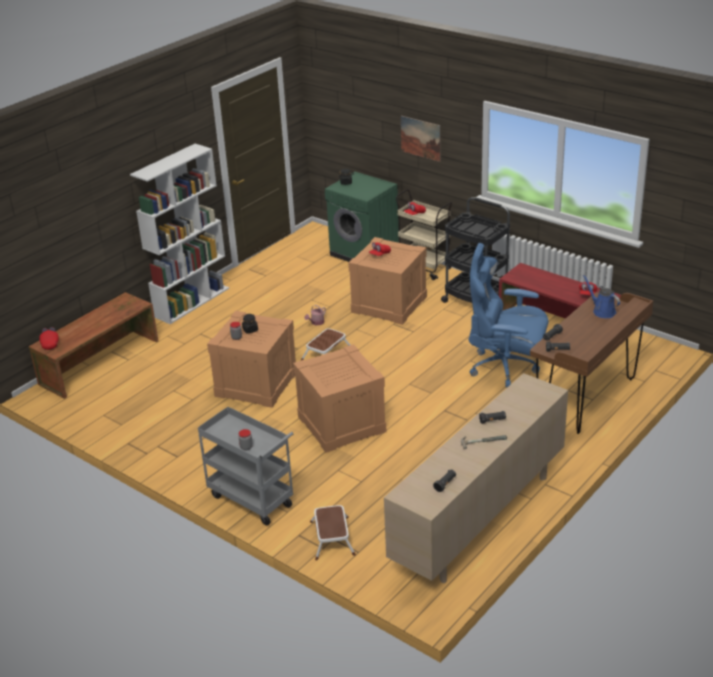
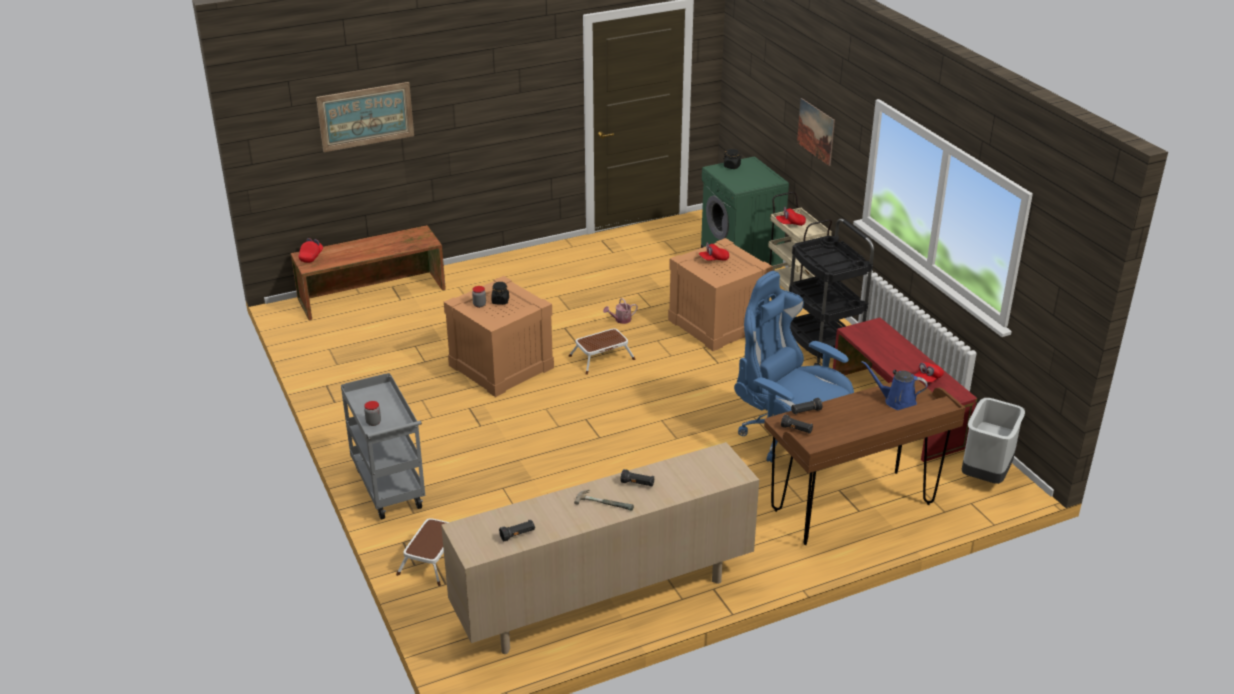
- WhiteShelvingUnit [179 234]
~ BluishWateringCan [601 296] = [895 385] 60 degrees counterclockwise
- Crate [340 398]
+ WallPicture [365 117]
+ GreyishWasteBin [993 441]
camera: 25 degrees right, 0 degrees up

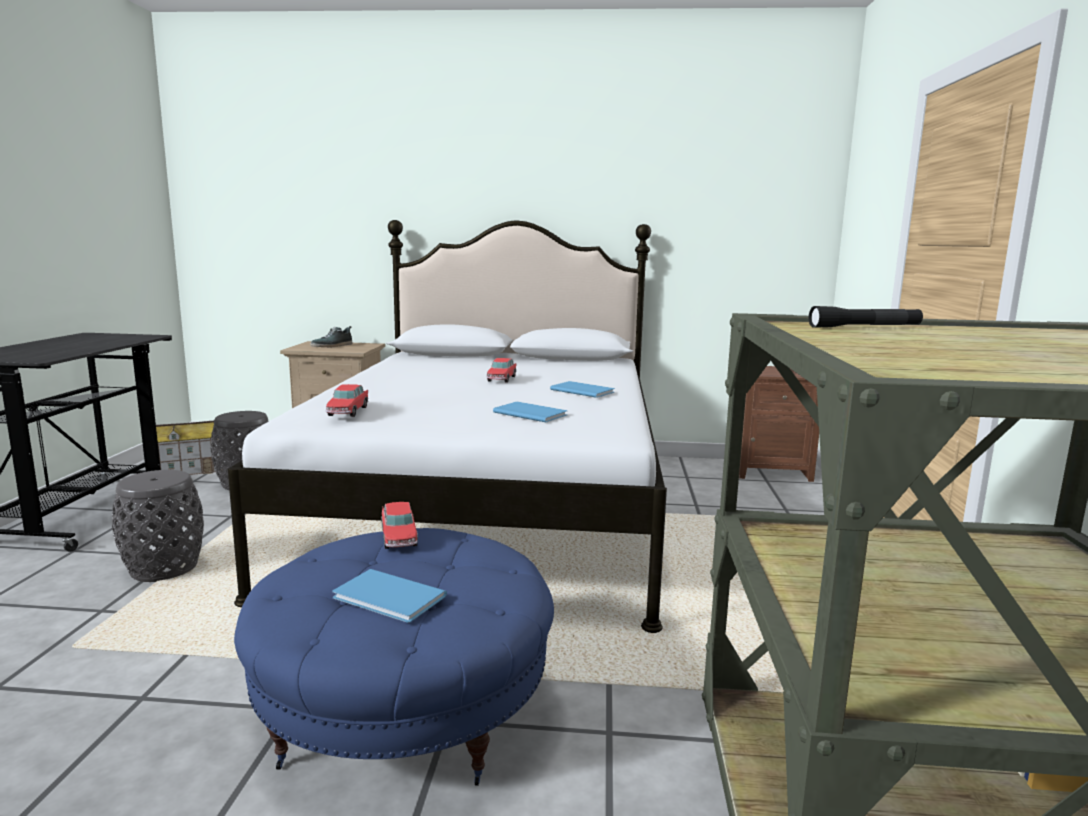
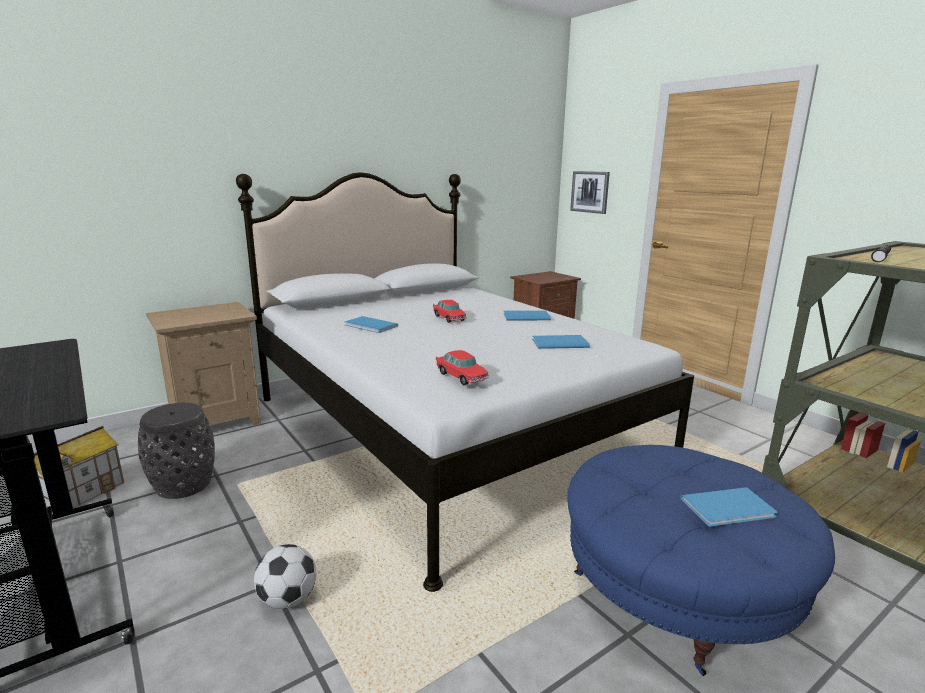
- Shoe [331 336]
~ GreyishStool [158 526] to Football [285 576]
- MiniatureCar [399 525]
+ WallPicture [590 192]
+ BluishBook [371 324]
camera: 40 degrees left, 5 degrees up

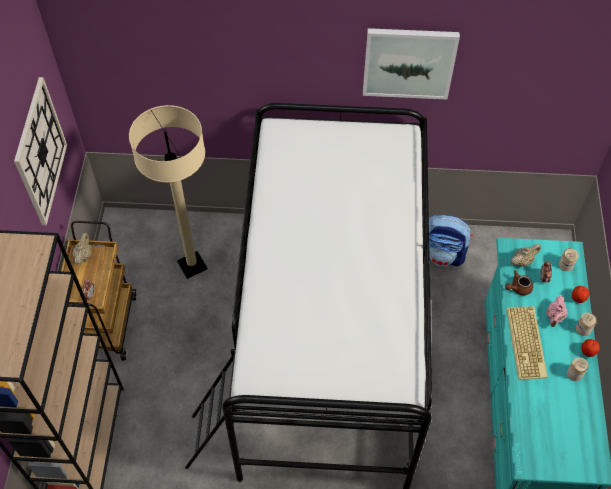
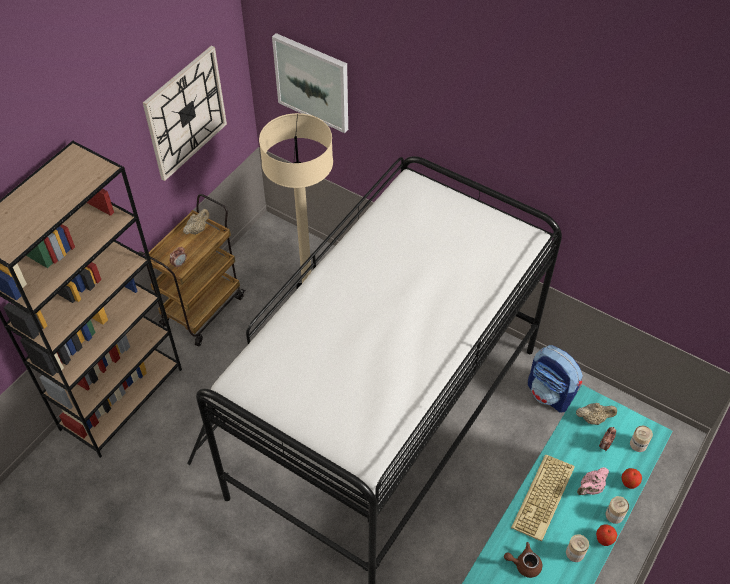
~ WallPicture [411 63] to [310 83]
~ BrownTeaPot [519 282] to [523 560]
camera: 30 degrees right, 5 degrees down

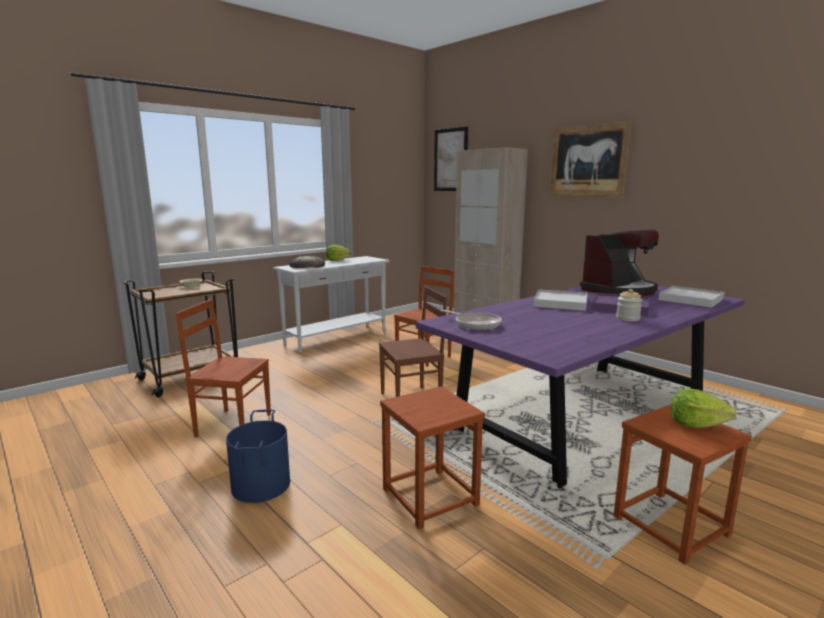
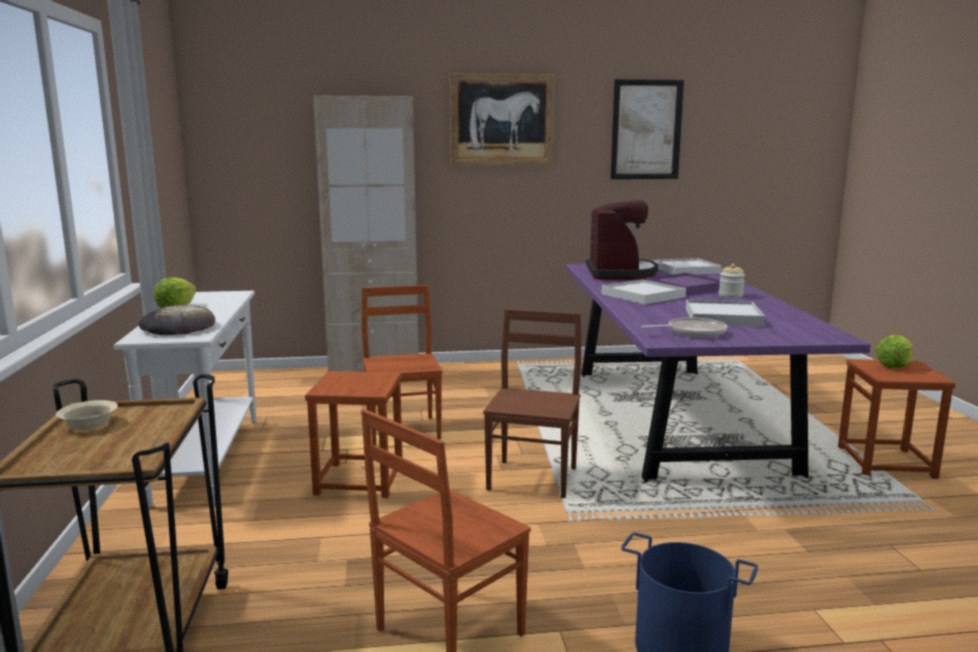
~ WallPicture [451 158] to [647 129]
~ BrownStool [432 457] to [354 434]
+ WhiteCarryingTray [725 313]
camera: 55 degrees left, 0 degrees up

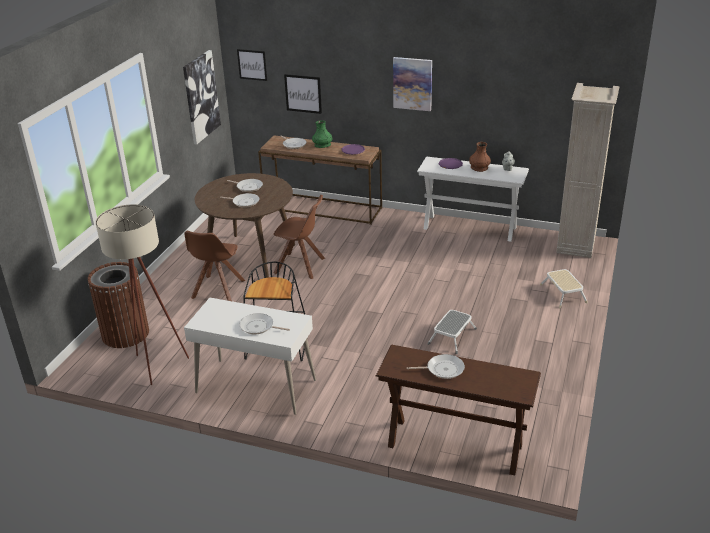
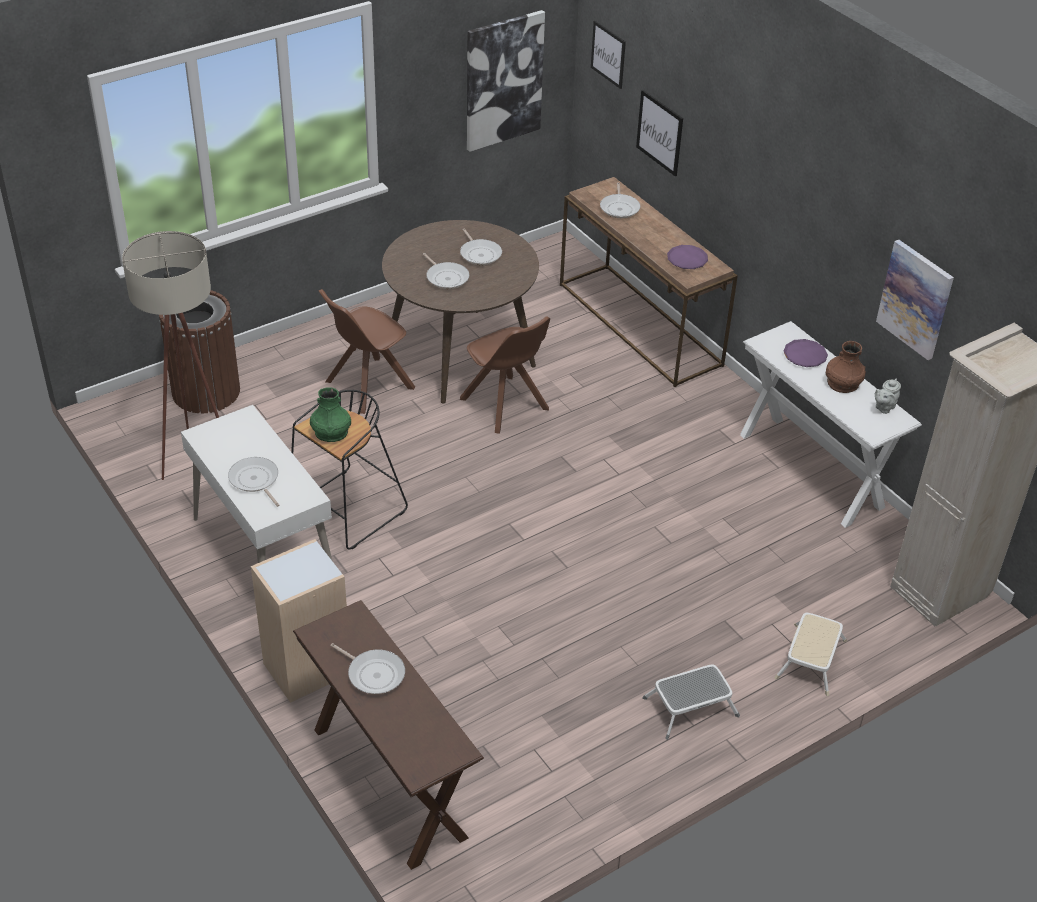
~ WallPicture [412 84] to [915 300]
~ GreenishFlowerVase [322 134] to [330 414]
~ GreyishStepLadder [452 332] to [691 702]
+ ShelvingUnit [299 621]
camera: 35 degrees right, 10 degrees up

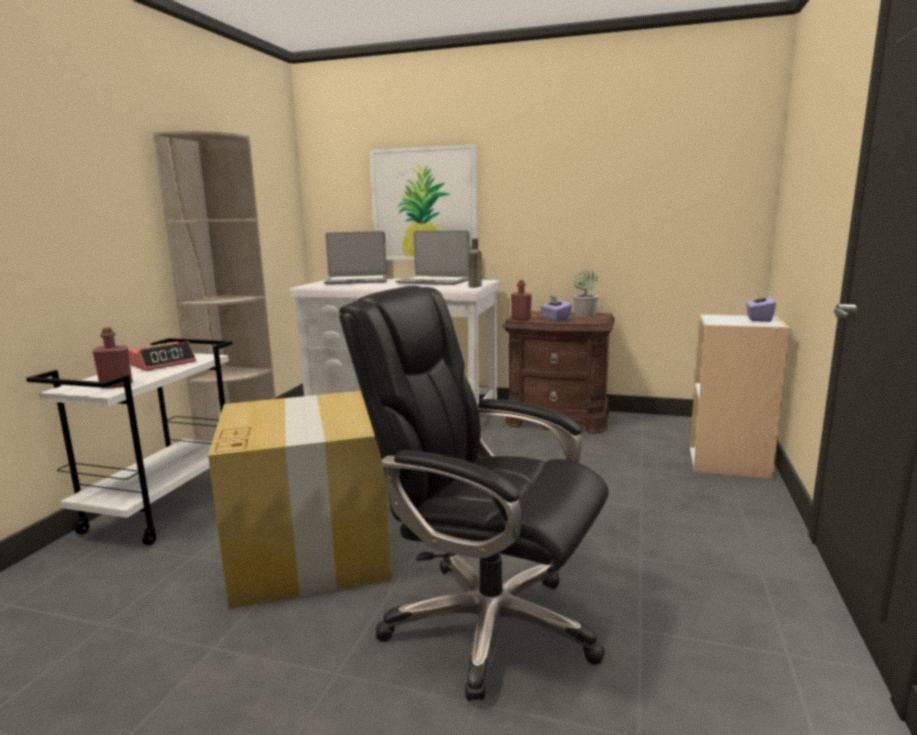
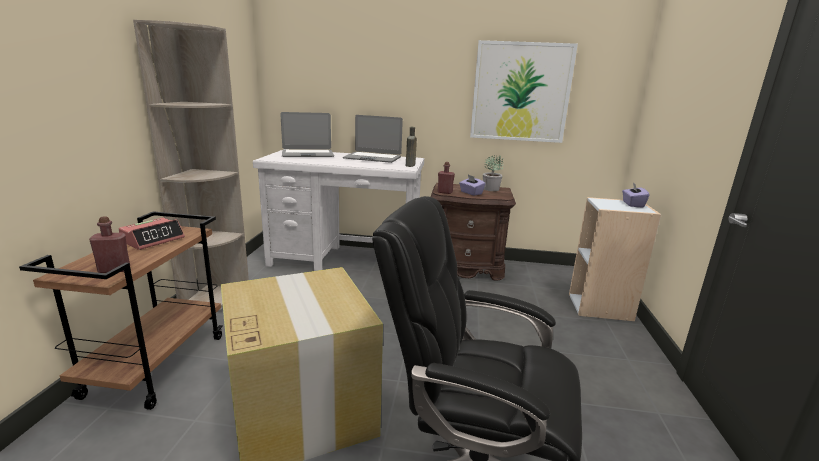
~ WallPicture [424 202] to [524 91]
~ WhiteTrolley [129 441] to BrownTrolley [121 310]
camera: 10 degrees left, 5 degrees up

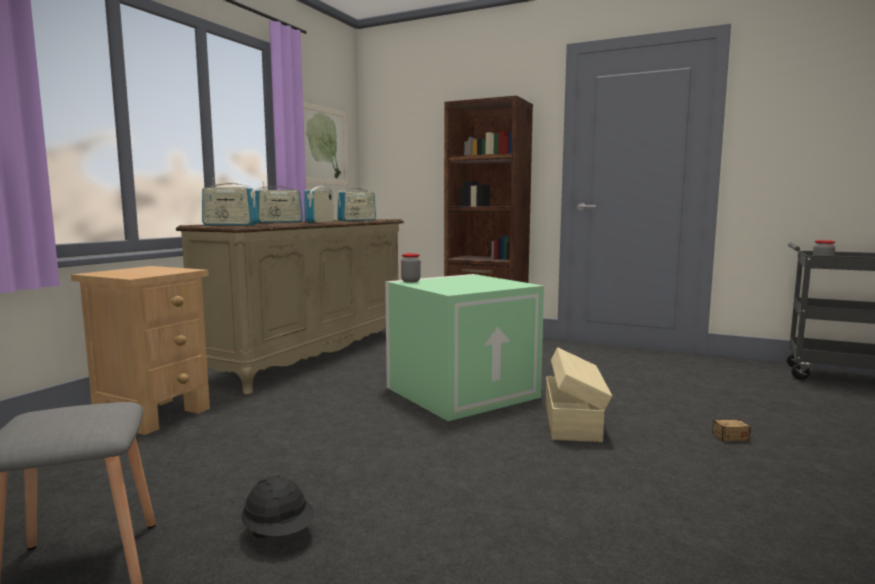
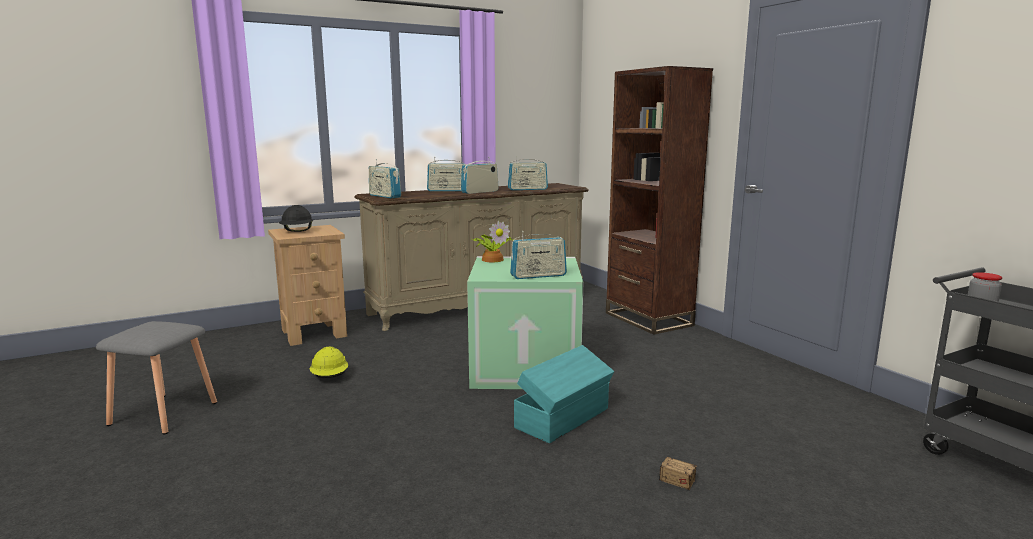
- WallPicture [325 143]
~ PreserveJar [410 268] to Houseplant [492 241]
~ SandColouredStorageBox [579 394] to TurquoiseStorageBox [564 394]
~ BlackColouredSafetyHelmet [277 507] to [296 218]
+ RadioReceiver [538 255]
+ YellowishSafetyHelmet [329 362]
camera: 35 degrees right, 5 degrees up

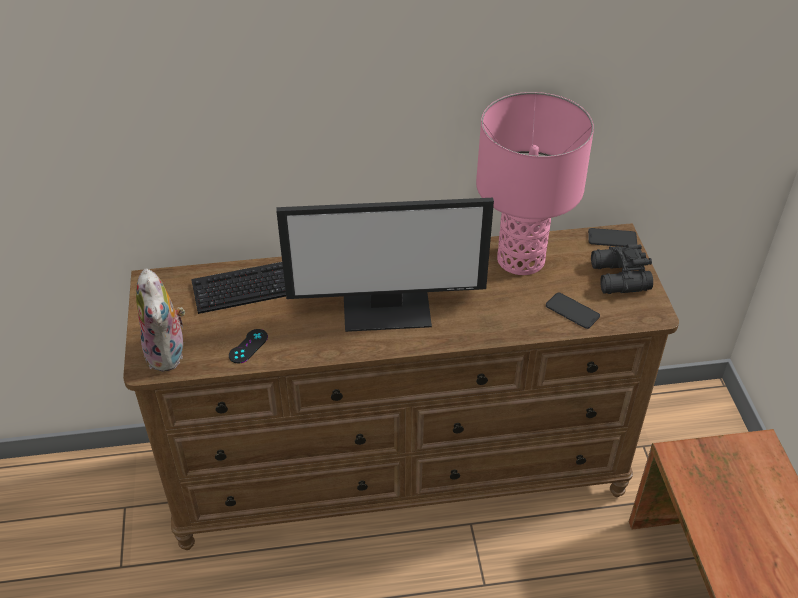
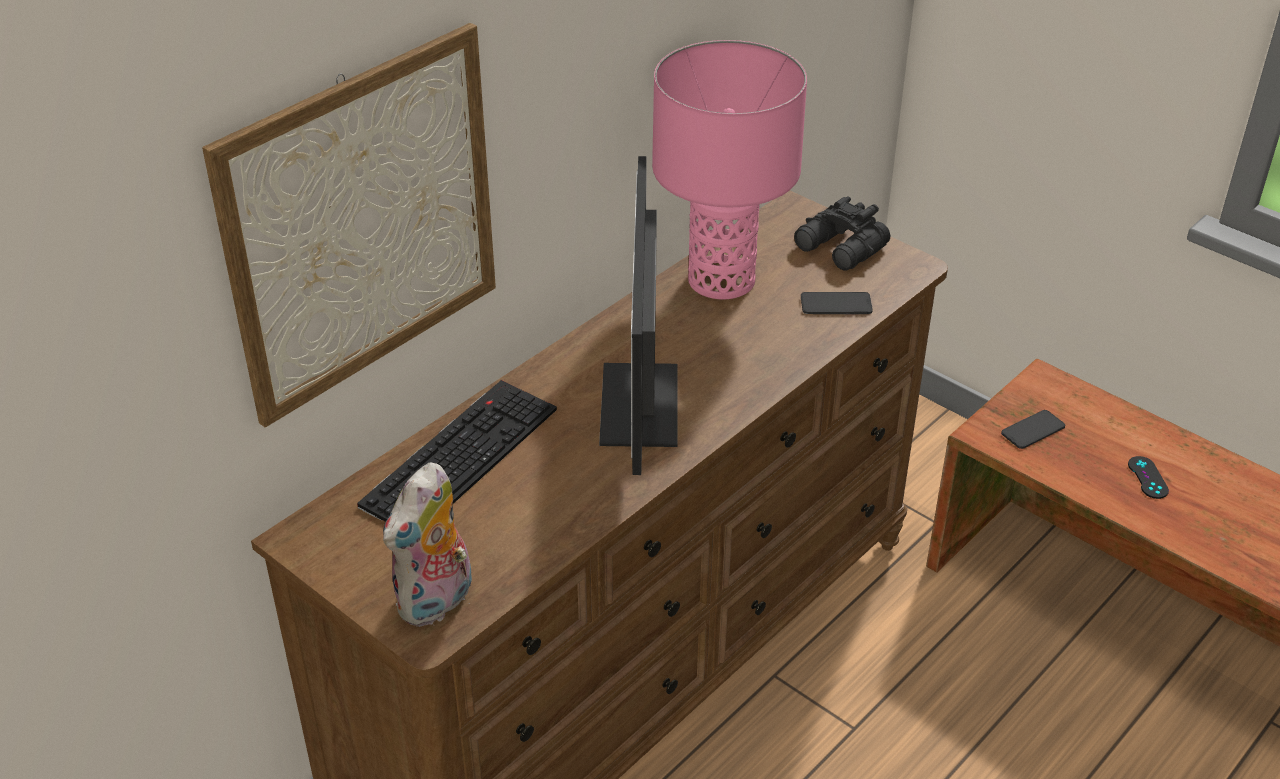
~ ComputerScreen [385 265] = [638 315] 135 degrees clockwise
~ Telephone [612 237] to [1033 429]
~ SoftToy [160 320] = [427 544] 90 degrees clockwise
~ BlackColouredGamepad [248 346] to [1148 477]
+ WallPicture [349 225]
camera: 40 degrees left, 5 degrees down

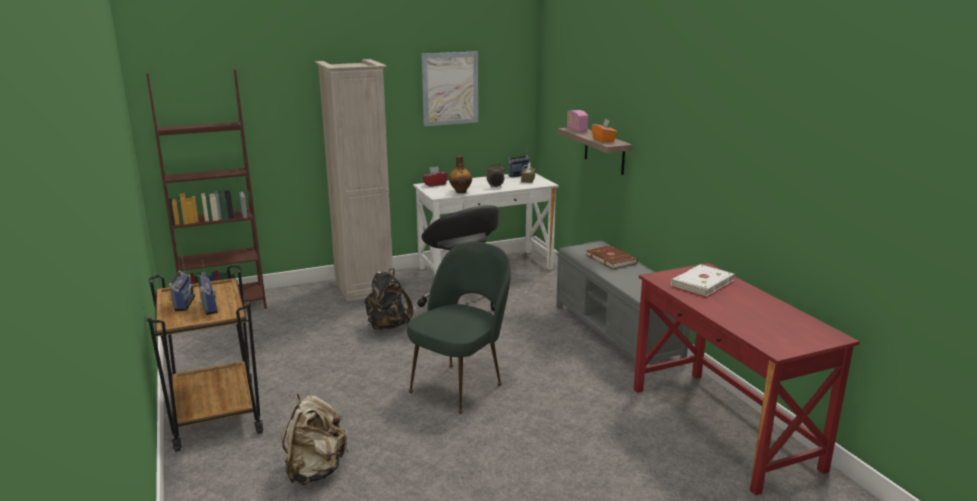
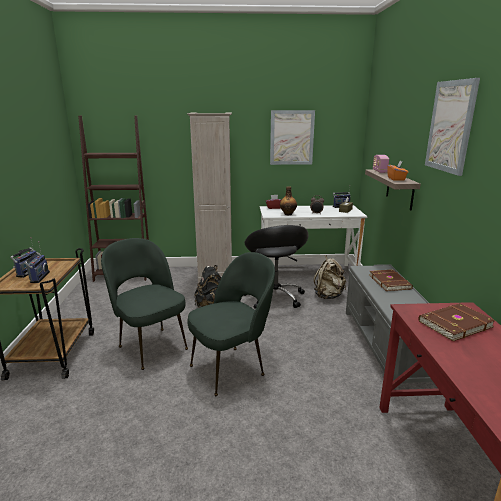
~ WhiteBook [702 280] to BrownBook [457 322]
~ SandColouredBackpack [314 439] to [330 277]
+ WallPicture [452 127]
+ GreenishUprightChair [144 304]
camera: 20 degrees right, 0 degrees up

